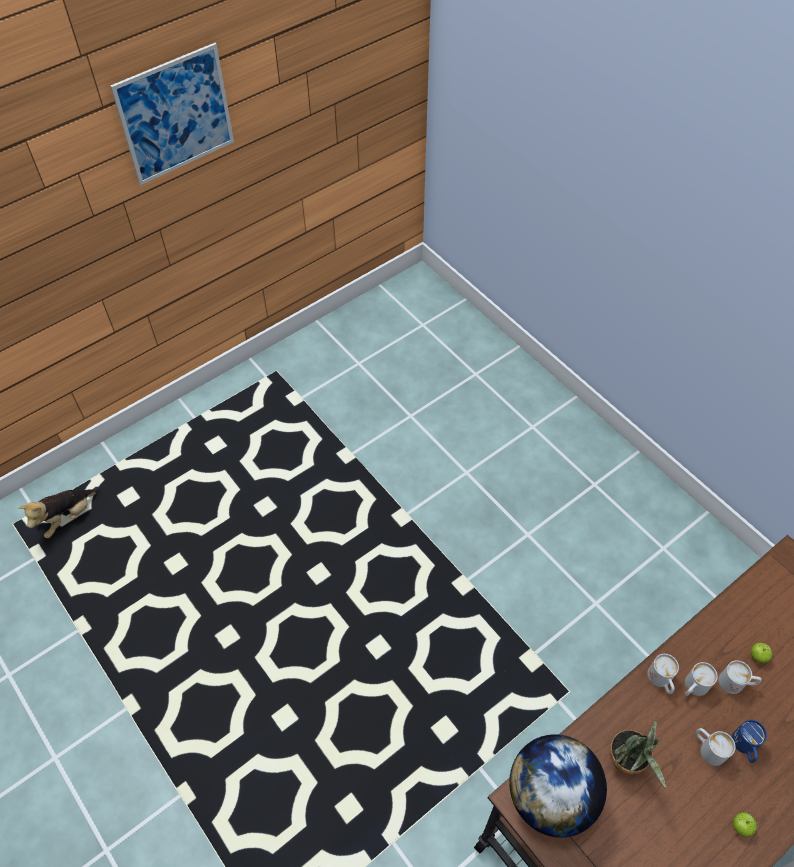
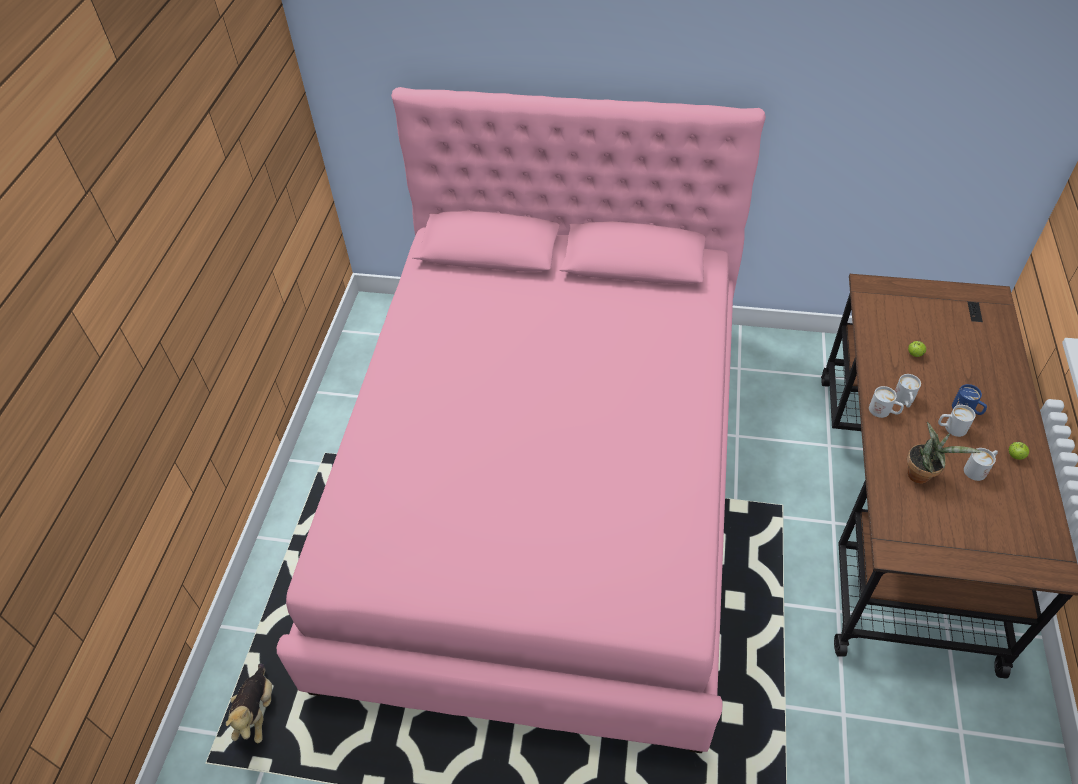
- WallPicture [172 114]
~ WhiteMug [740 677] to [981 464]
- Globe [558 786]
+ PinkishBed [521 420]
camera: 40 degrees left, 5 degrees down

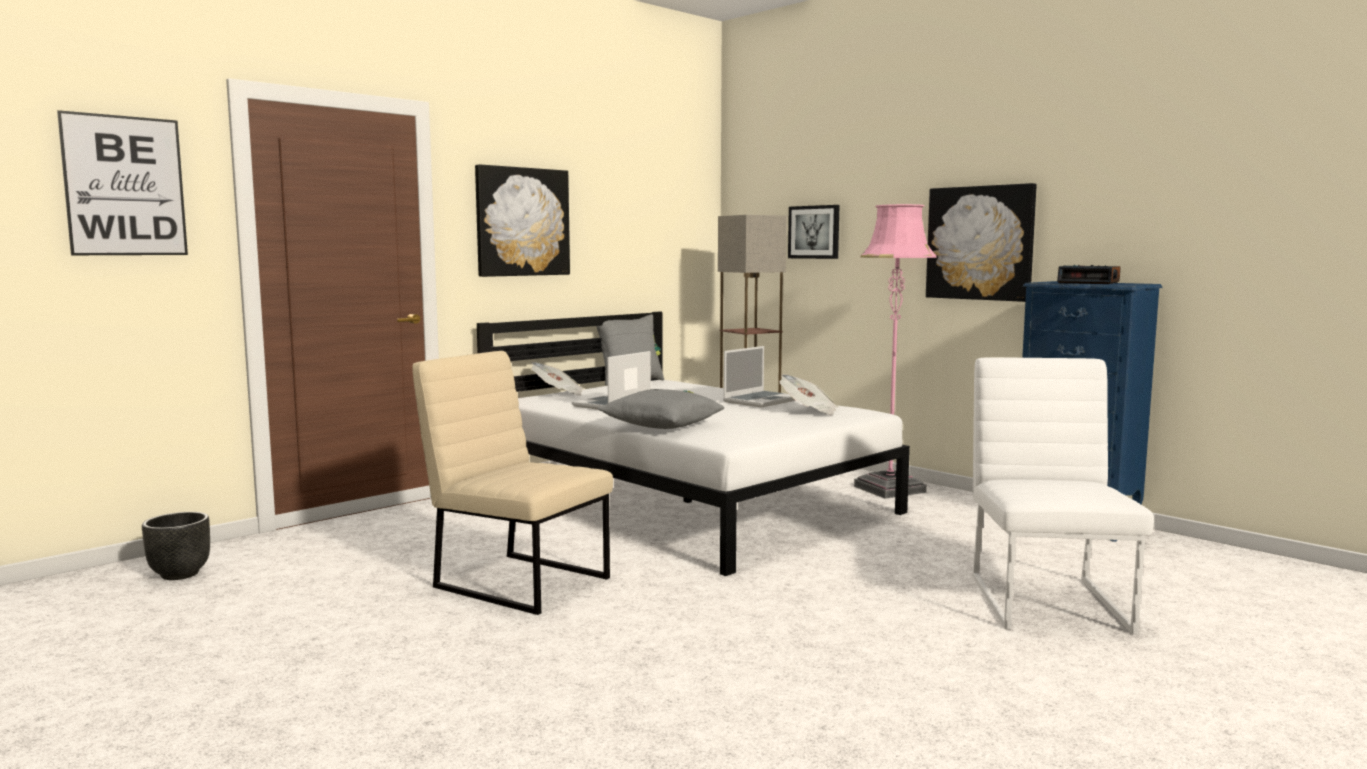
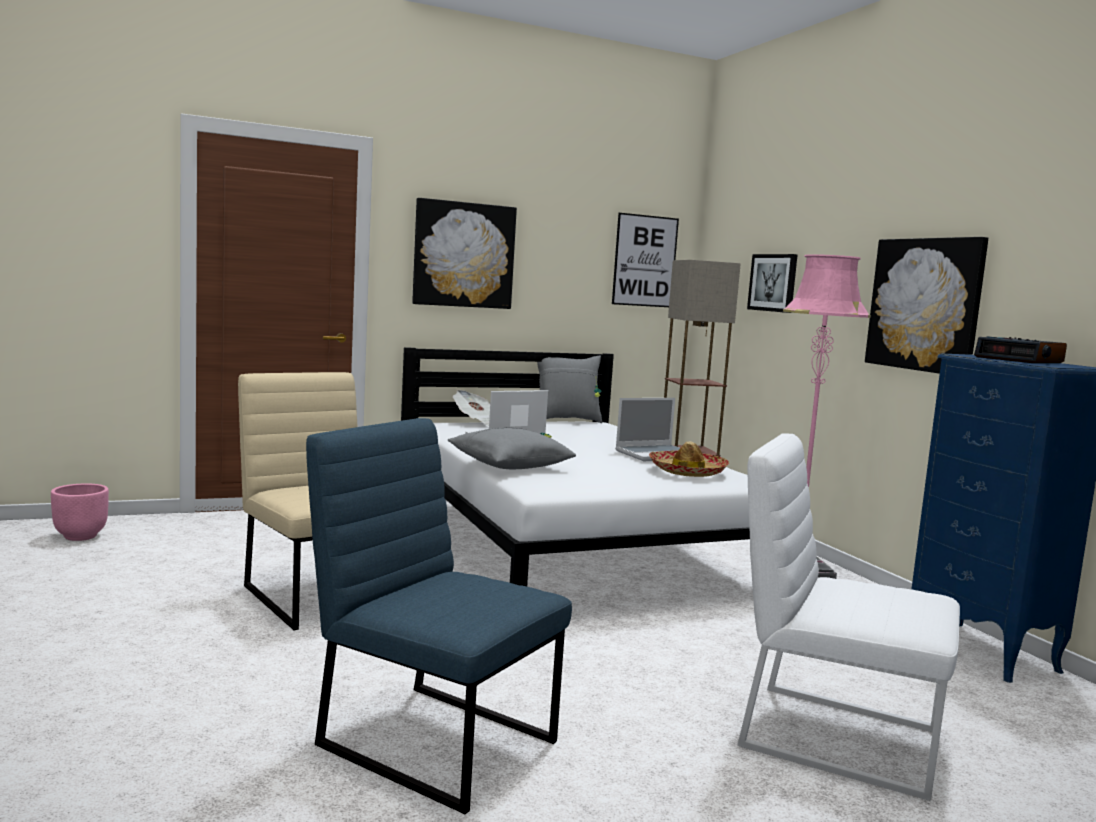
~ WallPicture [122 182] to [645 260]
~ WhiteUprightChair [1063 495] = [848 617] 90 degrees counterclockwise
~ PrintedPaper [809 395] to ClothingHat [689 459]
~ BlackColouredPlantPot [176 546] to PinkishPlantPot [80 512]
+ BluishUprightChair [439 616]
camera: 20 degrees right, 0 degrees up

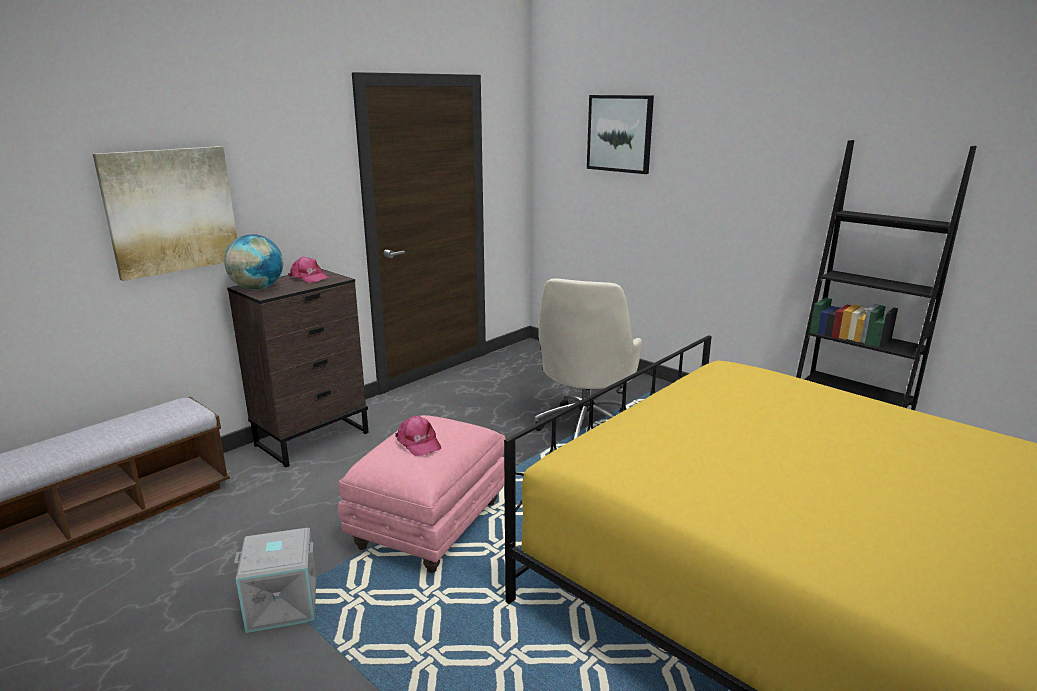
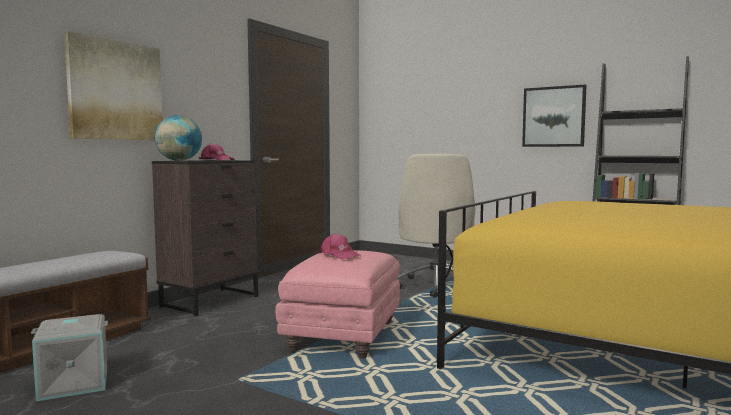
~ WallPicture [620 134] to [554 115]
~ GreyishStorageBox [275 580] to [69 357]
camera: 10 degrees left, 15 degrees down

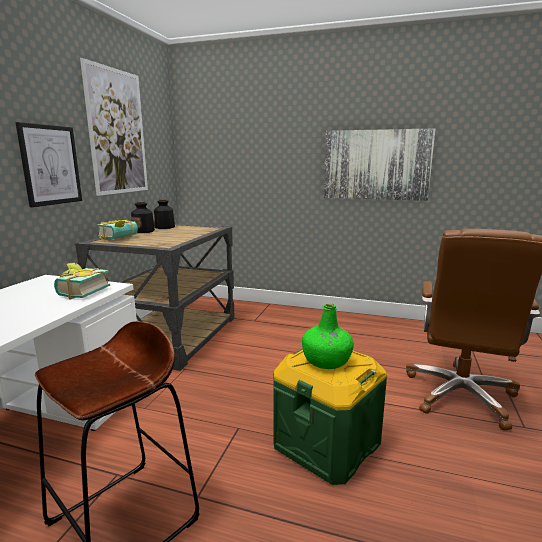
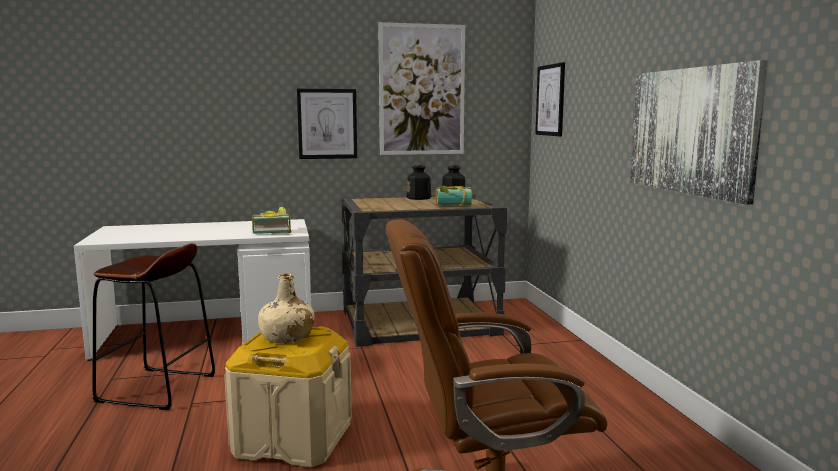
~ Book [117 230] to [453 196]
~ GreenishBottle [328 336] to SandColouredBottle [286 309]
~ GreenishStorageBox [330 416] to SandColouredStorageBox [288 396]
+ WallPicture [550 99]
camera: 60 degrees right, 5 degrees down

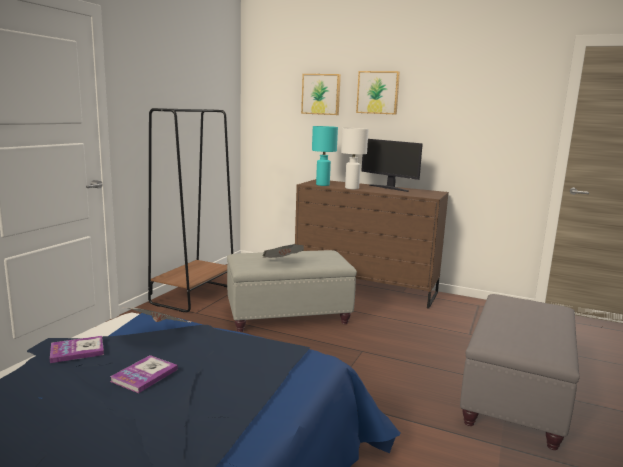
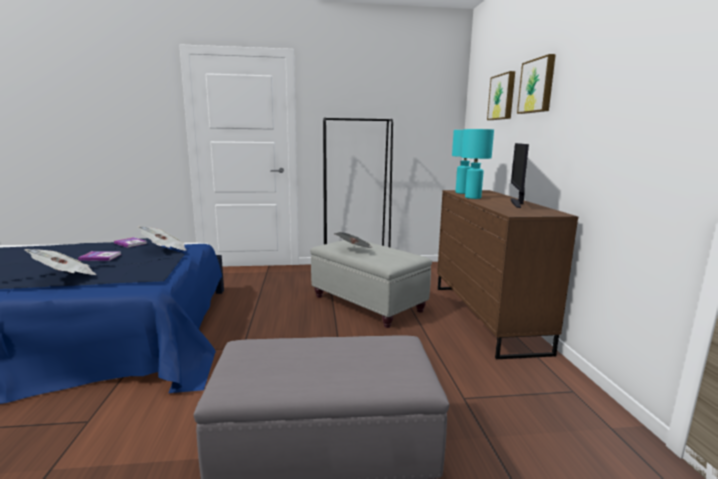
~ WhiteLampForATable [355 158] to TurquoiseLampForATable [477 164]
+ PrintedPaper [61 262]
camera: 60 degrees right, 0 degrees up

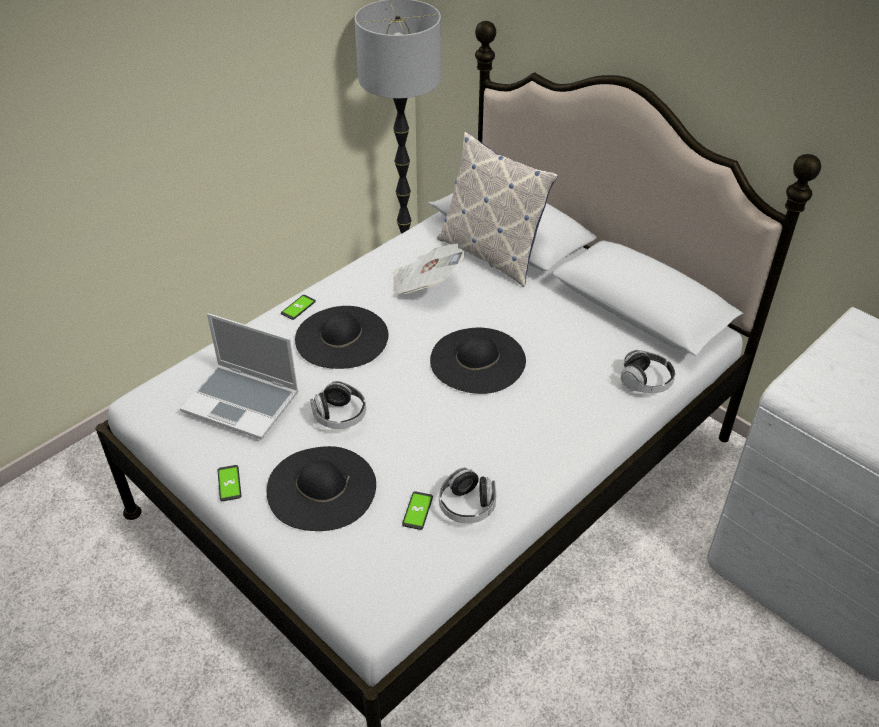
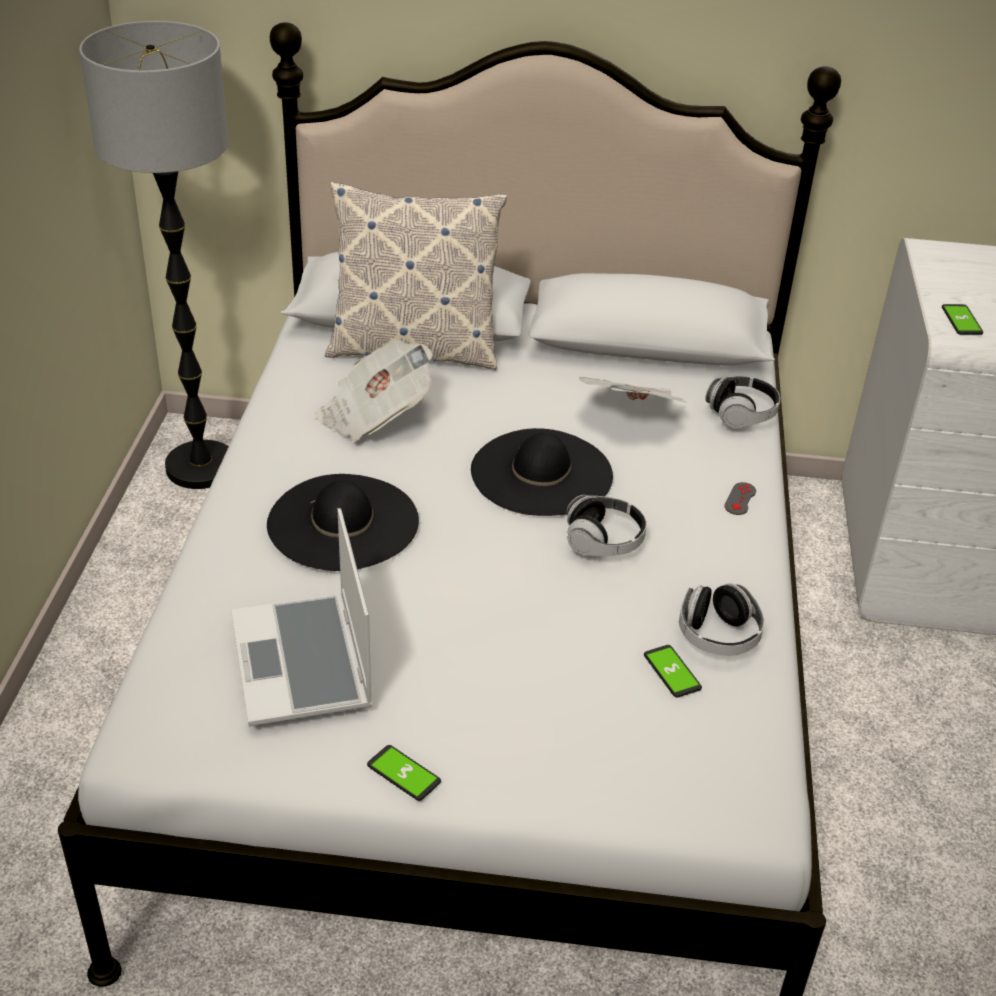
~ Telephone [298 307] to [962 319]
~ NotebookComputer [239 376] = [301 617] 90 degrees clockwise
~ Headphones [338 405] to [606 525]
- BlackColouredClothingHat [321 488]
+ PrintedPaper [633 390]
+ GreyishGamepad [740 498]
camera: 40 degrees left, 5 degrees down

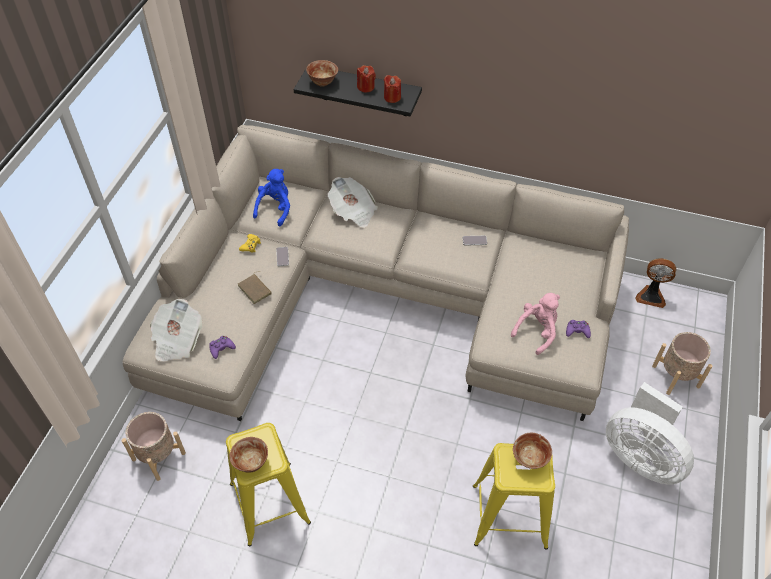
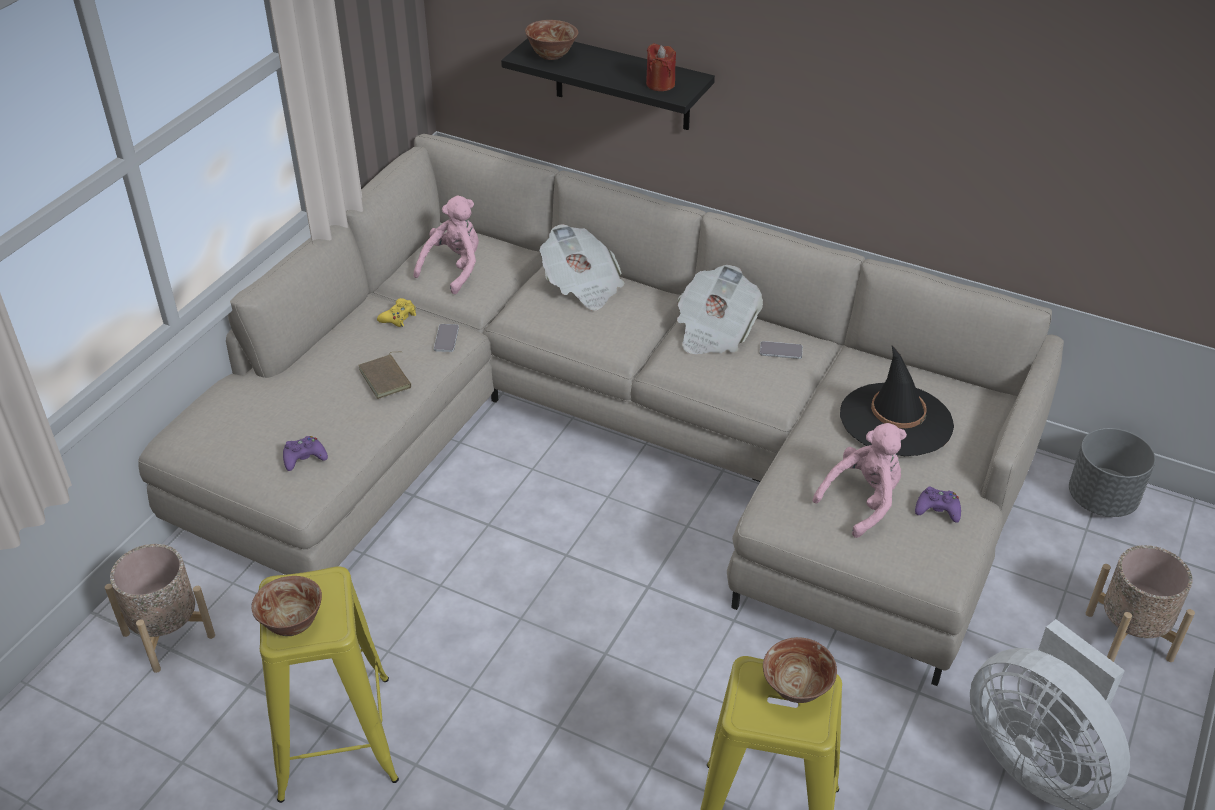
- RedColouredCandle [366 78]
~ BluishSoftToy [271 197] to PinkishSoftToy [446 245]
~ Fan [655 283] to GreyishPlantPot [1112 472]
~ PrintedPaper [176 330] to [720 309]
+ BlackColouredClothingHat [897 400]
camera: 10 degrees right, 10 degrees down

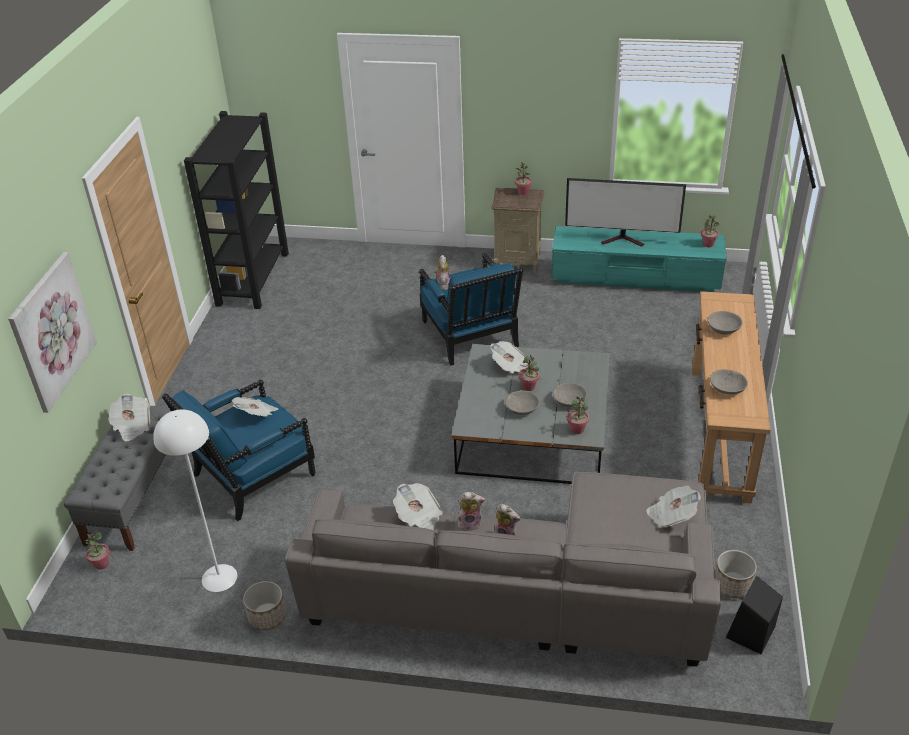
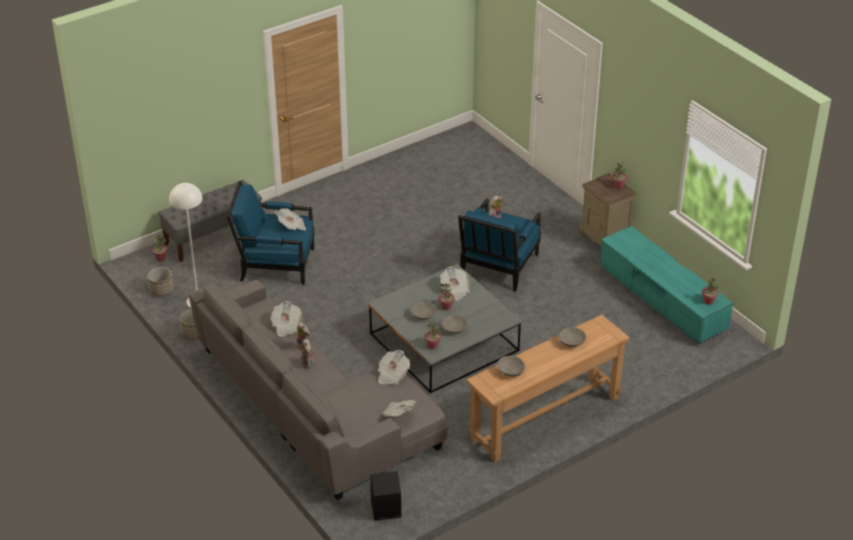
- BlackColouredShelvingUnit [236 210]
- Tv [625 212]
- WallPicture [52 332]
~ PrintedPaper [129 417] to [394 367]
~ PlantPot [736 574] to [160 282]
camera: 45 degrees right, 0 degrees up

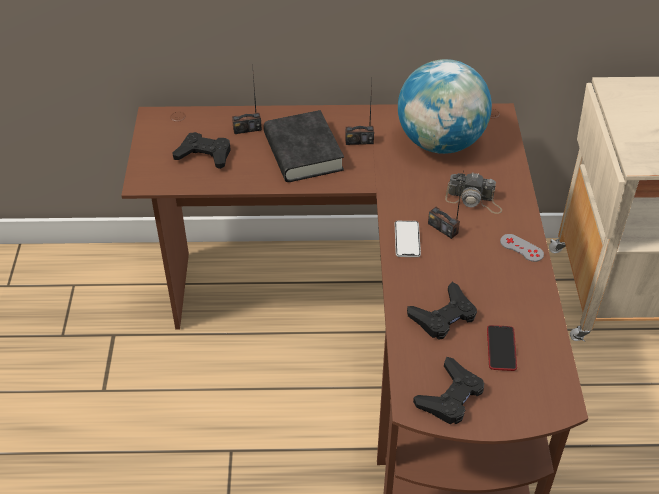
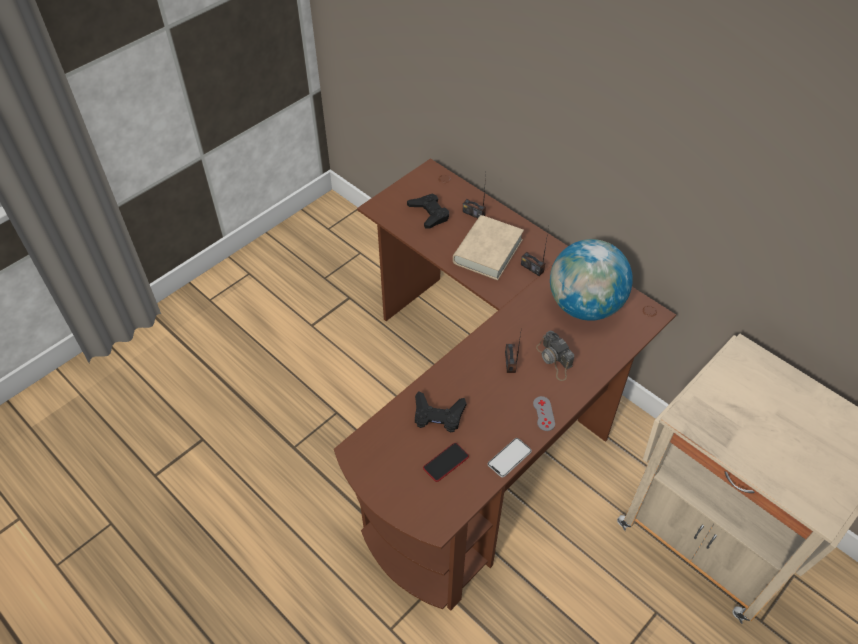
~ BlackColouredBook [304 146] to SandColouredBook [488 247]
~ Telephone [408 239] to [510 458]
- BlackColouredGamepad [448 390]
camera: 45 degrees right, 5 degrees up

